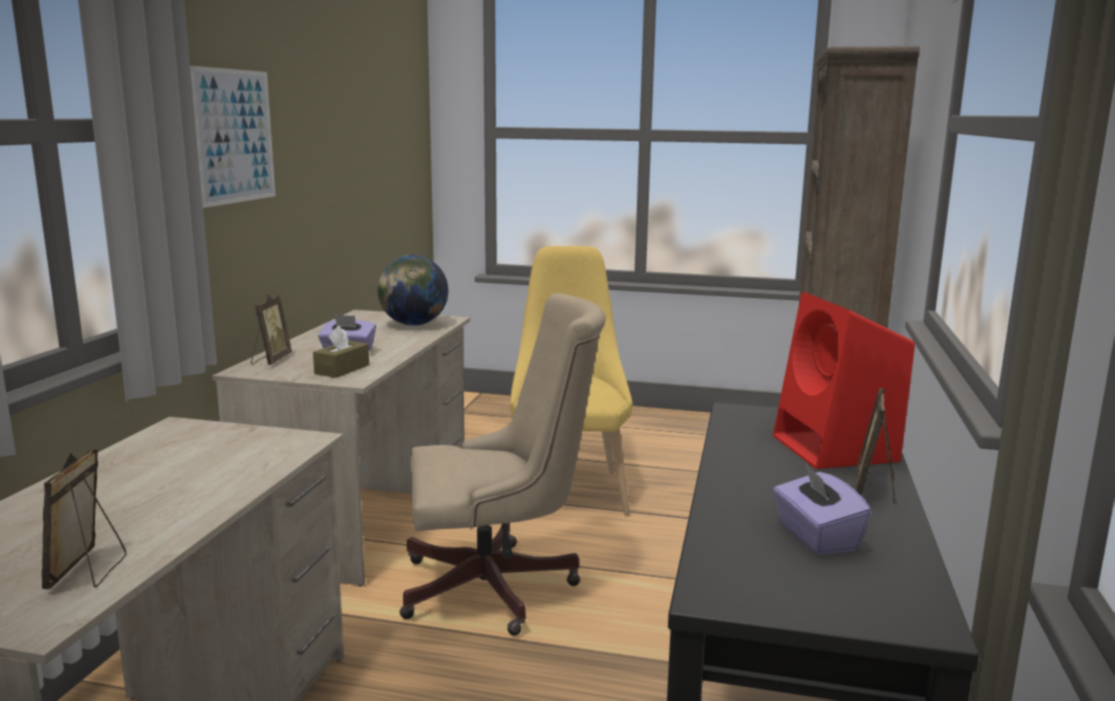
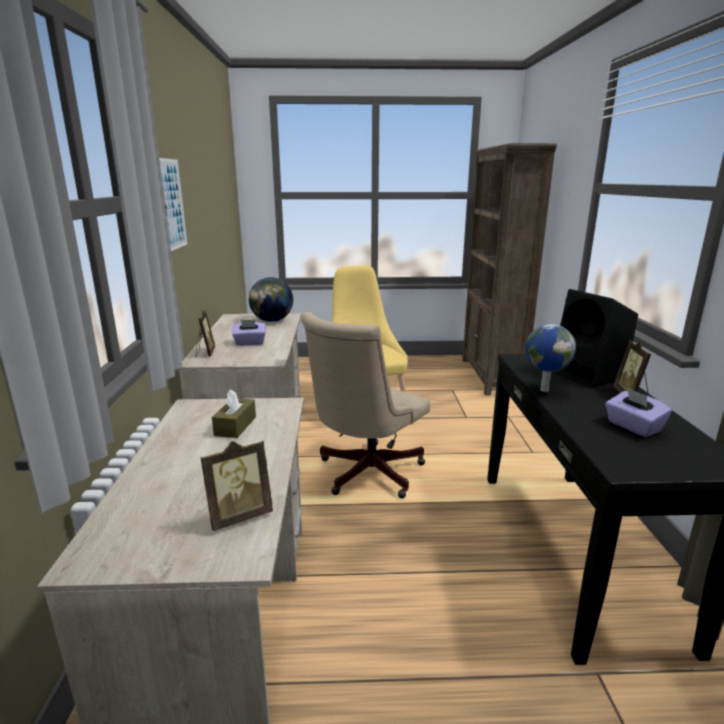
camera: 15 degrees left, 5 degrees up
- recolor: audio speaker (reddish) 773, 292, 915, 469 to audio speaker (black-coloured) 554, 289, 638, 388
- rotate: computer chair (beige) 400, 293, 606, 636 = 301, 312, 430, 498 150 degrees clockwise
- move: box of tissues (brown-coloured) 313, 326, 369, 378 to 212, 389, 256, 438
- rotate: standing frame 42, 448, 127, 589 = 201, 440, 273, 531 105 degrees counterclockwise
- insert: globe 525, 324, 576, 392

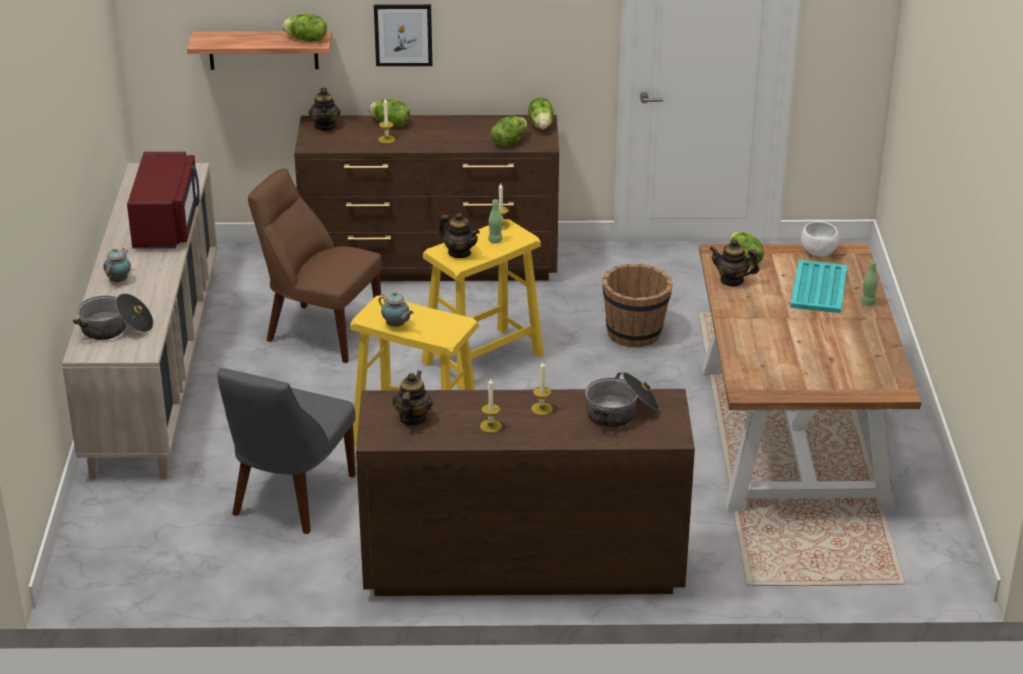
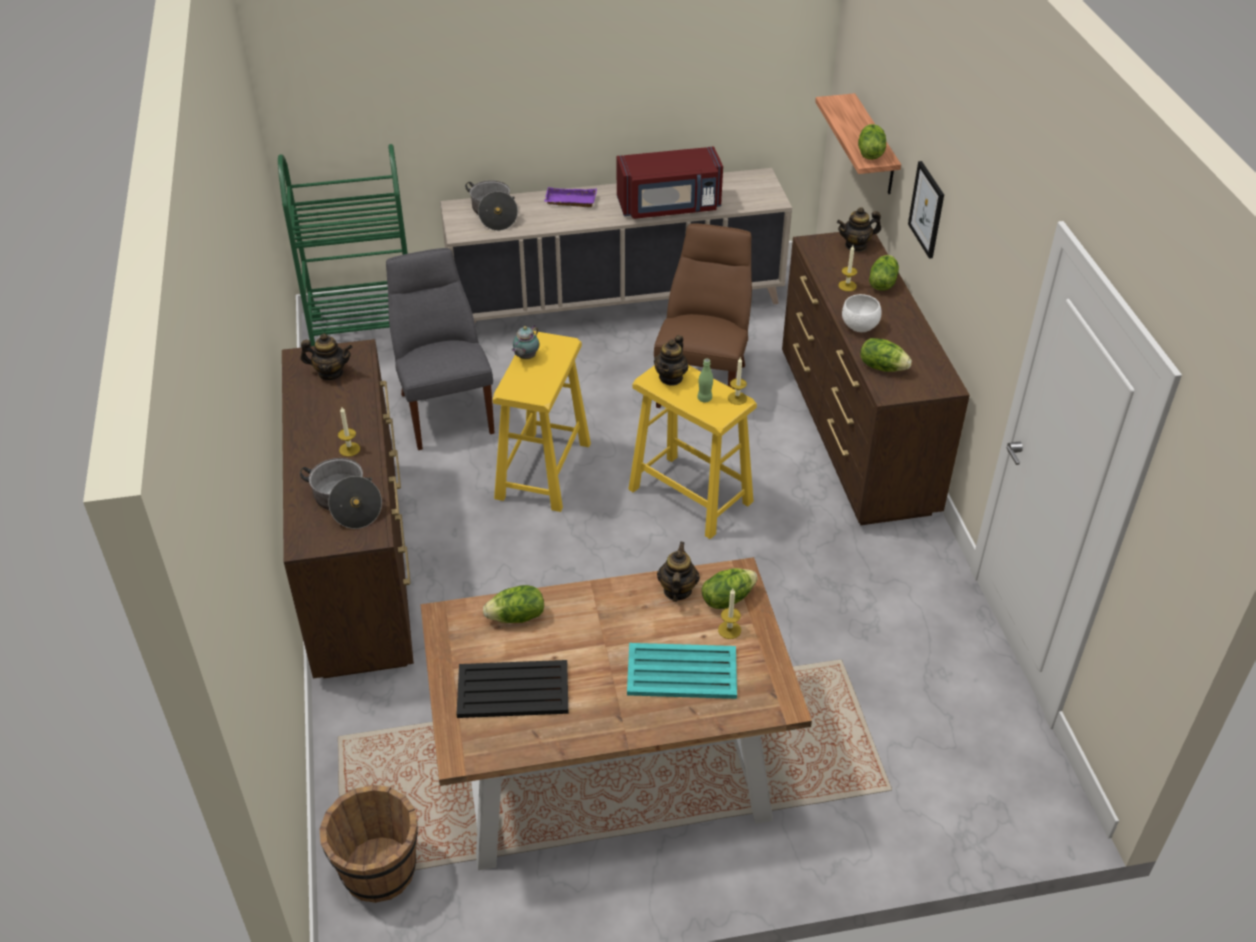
camera: 80 degrees right, 10 degrees up
- move: head of lettuce 528, 97, 554, 129 to 483, 585, 544, 623
- move: deep dish (white) 801, 221, 839, 256 to 842, 294, 882, 332
- replace: pot for tea 103, 248, 131, 283 to serving tray (purple-coloured) 544, 187, 597, 207
- delete: bottle (green-coloured) 861, 260, 878, 306
- move: water bucket (brown-coloured) 602, 264, 673, 347 to 320, 785, 418, 903
- rotate: chair (gray) 217, 368, 356, 534 = 386, 248, 495, 450 60 degrees clockwise
- move: wax candle 480, 378, 502, 433 to 718, 589, 741, 639
- insert: wheeled cart (green-coloured) 278, 144, 408, 346
- insert: serving tray (black-coloured) 457, 660, 568, 718

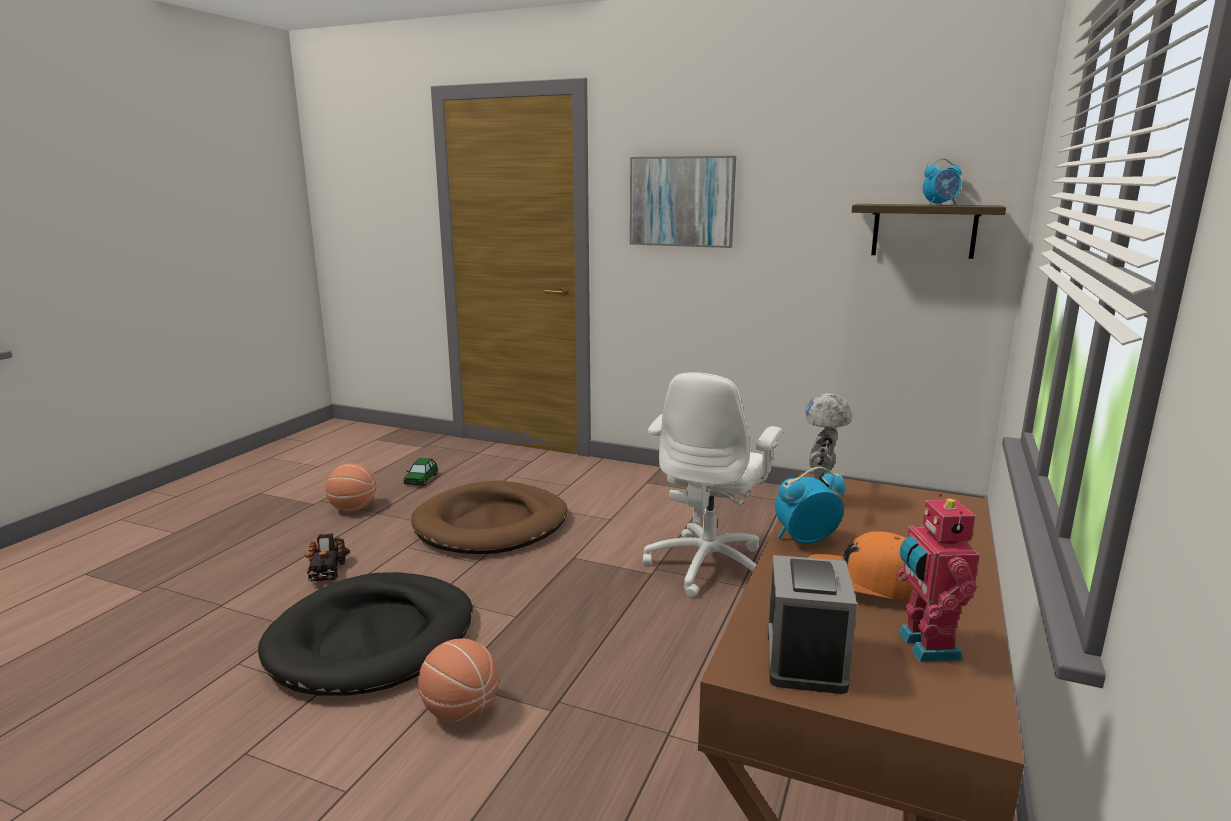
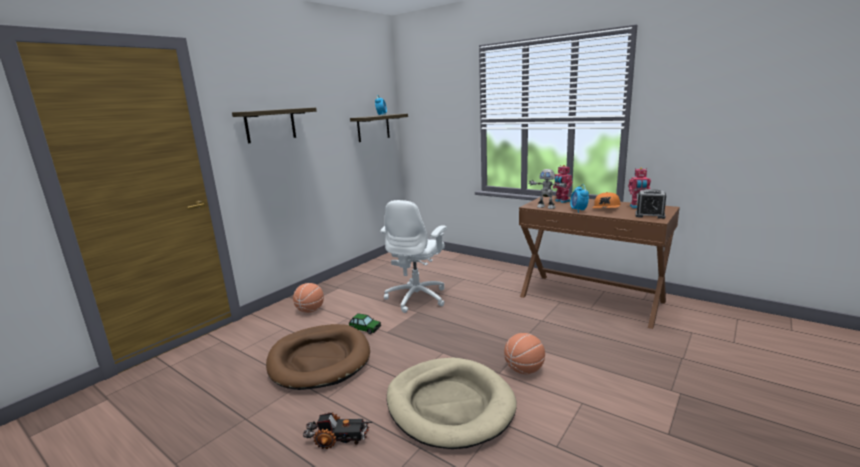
camera: 75 degrees left, 0 degrees up
- replace: wall picture 630, 156, 736, 248 to wall shelf 232, 108, 317, 143
- rotate: computer chair (white) 643, 372, 783, 598 = 380, 200, 447, 313 75 degrees clockwise
- move: toy car 404, 458, 438, 486 to 349, 313, 381, 334
- move: ball for basketball 325, 463, 376, 512 to 293, 283, 324, 313
- recolor: dog bed (black-coloured) 258, 572, 473, 696 to dog bed (beige) 386, 358, 517, 449
- insert: toy robot 553, 165, 573, 203

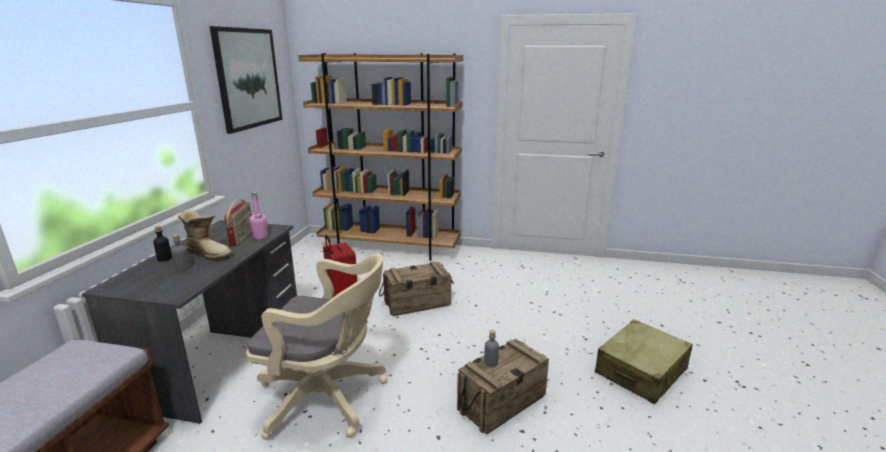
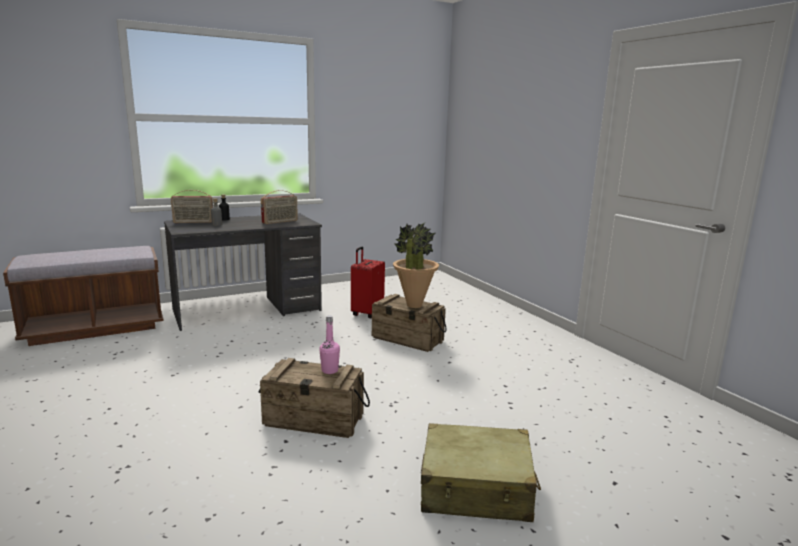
camera: 50 degrees right, 5 degrees down
- delete: wall picture 210, 26, 283, 134
- delete: shelving unit (brown-coloured) 298, 53, 463, 261
- move: bottle (pink) 249, 192, 268, 239 to 319, 315, 340, 374
- delete: high-top boot 178, 210, 232, 261
- delete: computer chair (beige) 246, 253, 387, 440
- delete: bottle (gray) 484, 330, 499, 367
- insert: radio receiver 171, 190, 213, 223
- insert: plant in a pot 393, 223, 439, 308

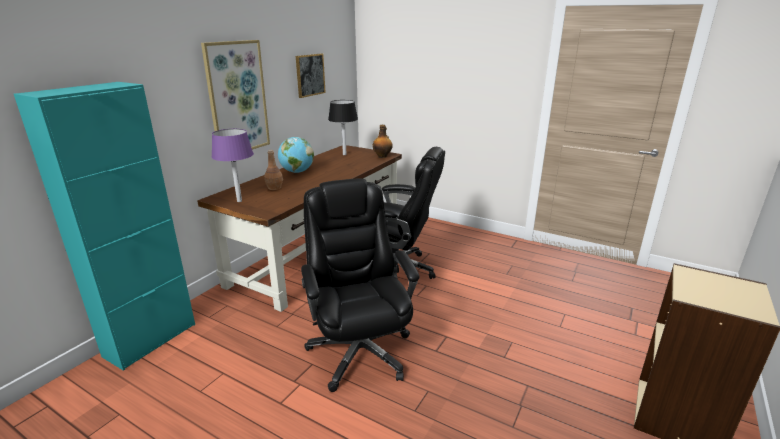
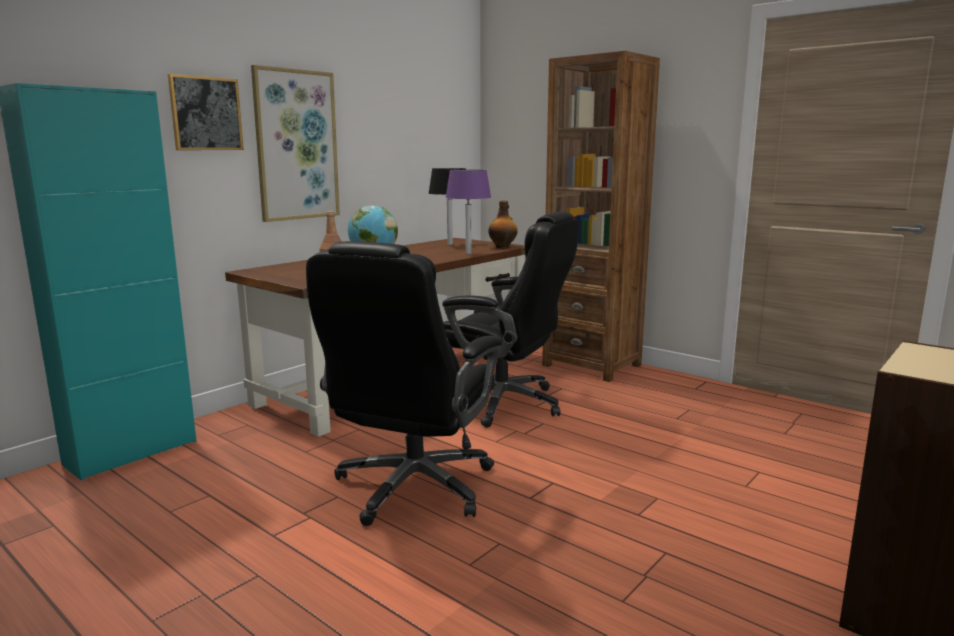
camera: 10 degrees right, 10 degrees down
- move: wall picture 296, 53, 326, 98 to 168, 74, 244, 150
- move: table lamp (purple-coloured) 212, 129, 254, 202 to 445, 170, 491, 254
- rotate: computer chair (black-coloured) 301, 179, 420, 392 = 306, 241, 502, 526 150 degrees counterclockwise
- insert: shelving unit (brown-coloured) 542, 51, 660, 382

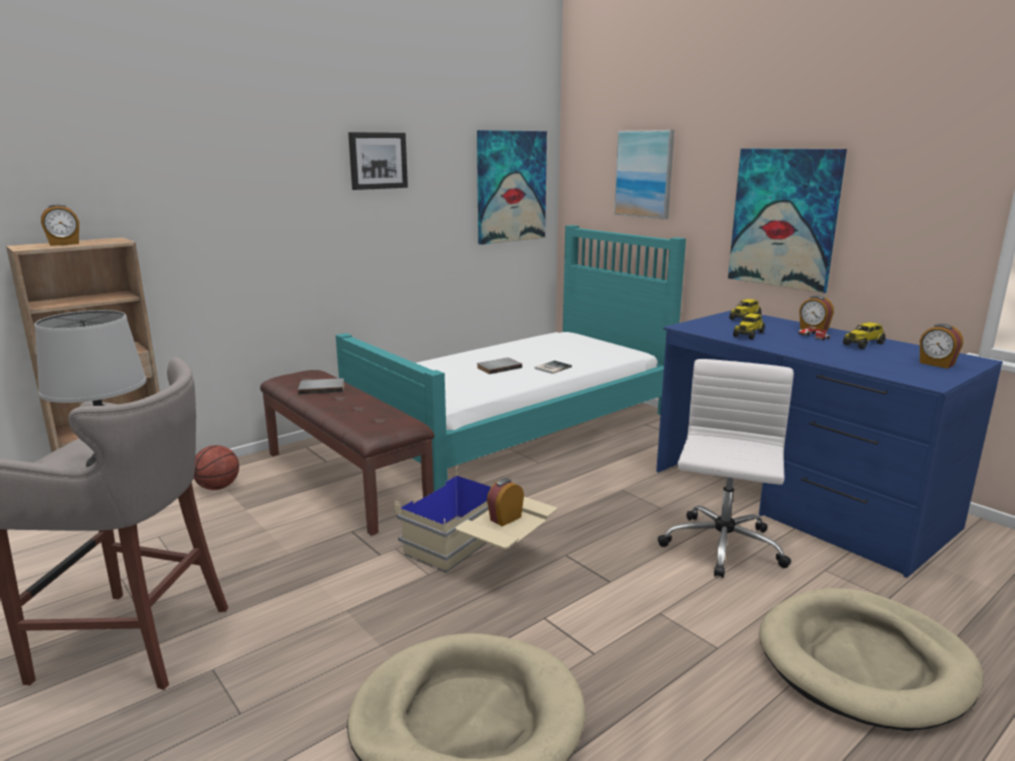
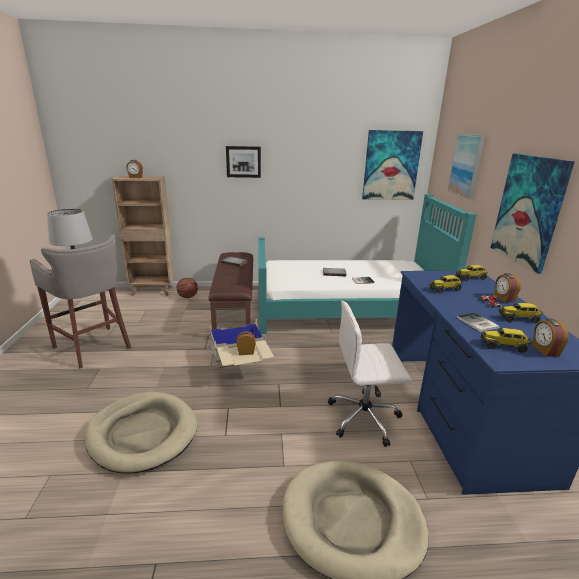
camera: 35 degrees right, 5 degrees up
- move: wall picture 348, 132, 408, 190 to 226, 146, 261, 178
- rotate: computer chair (white) 657, 359, 794, 578 = 328, 301, 411, 447 150 degrees counterclockwise
- insert: bound book 457, 313, 500, 332
- insert: toy lorry 480, 328, 533, 353

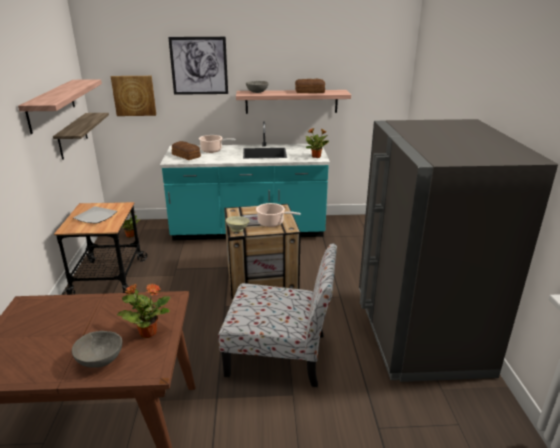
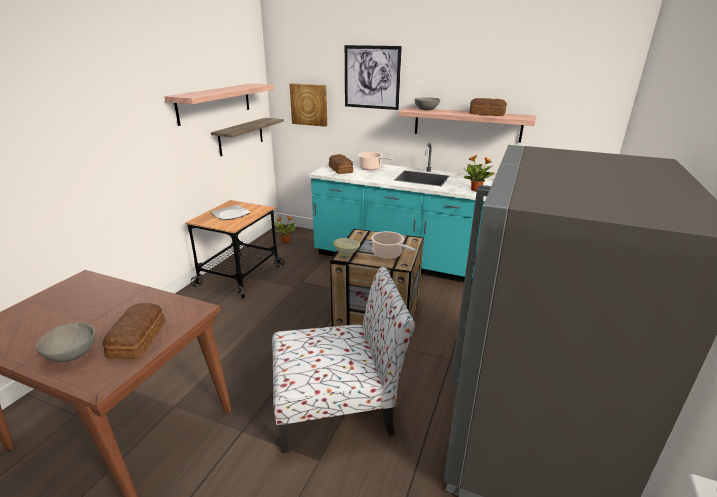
camera: 25 degrees right, 0 degrees up
- rotate: chair 218, 243, 337, 387 = 272, 267, 415, 453 45 degrees counterclockwise
- replace: plant in a pot 117, 283, 170, 338 to baked bread 103, 303, 165, 359

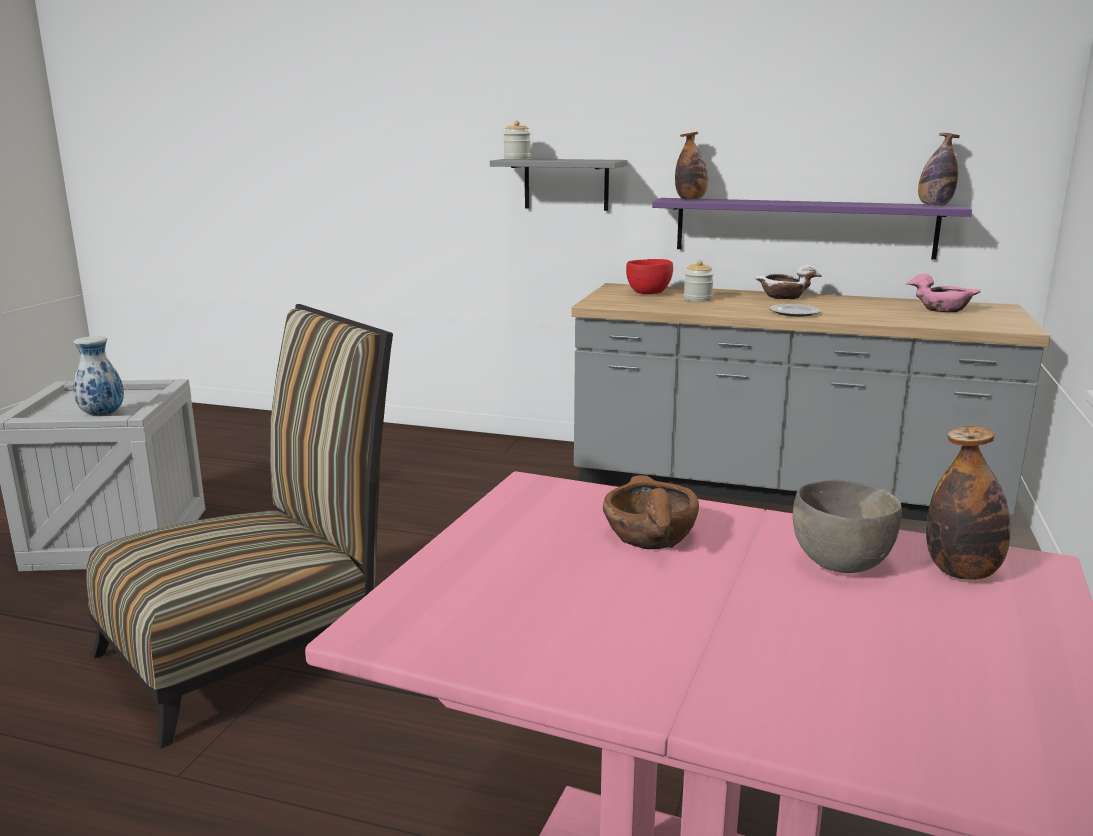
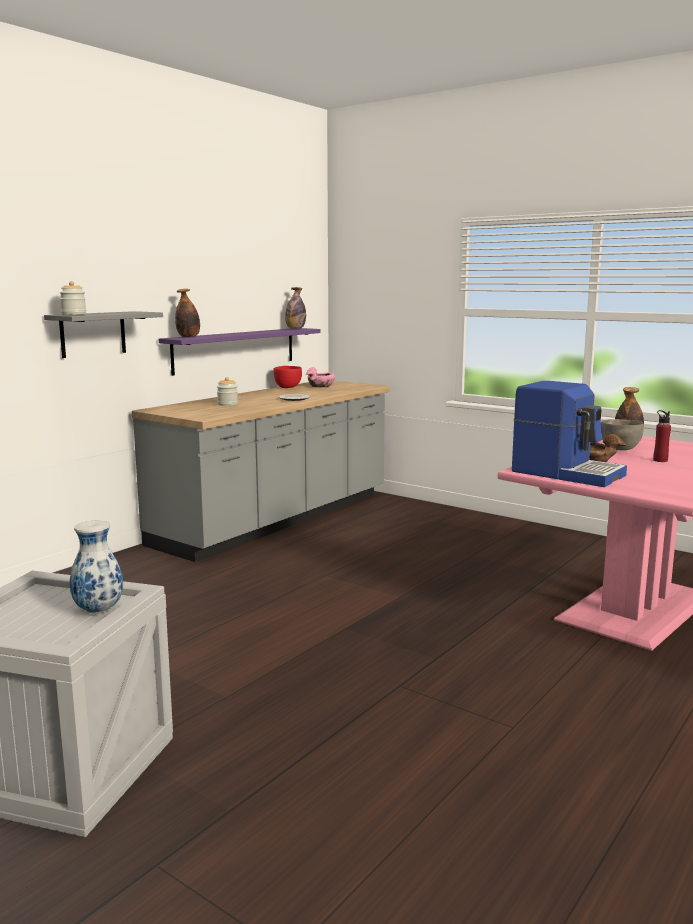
camera: 70 degrees left, 5 degrees down
- move: deep dish (reddish) 626, 259, 673, 294 to 273, 366, 302, 388
- delete: deep dish (white) 755, 264, 822, 299
- delete: chair 86, 304, 393, 749
- insert: coffee maker 512, 381, 627, 487
- insert: bottle (reddish) 653, 410, 671, 462

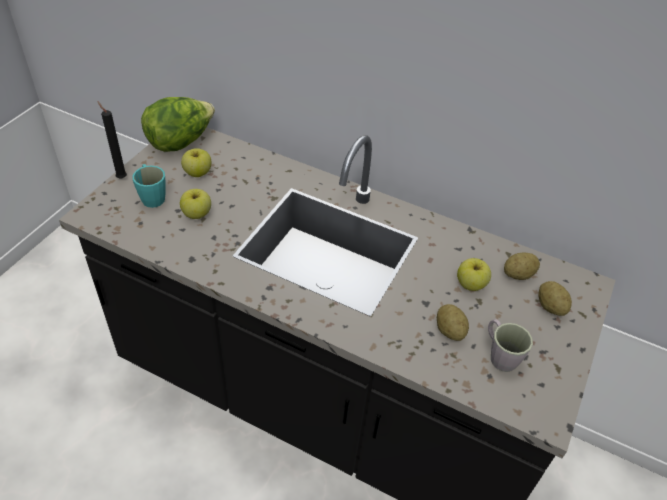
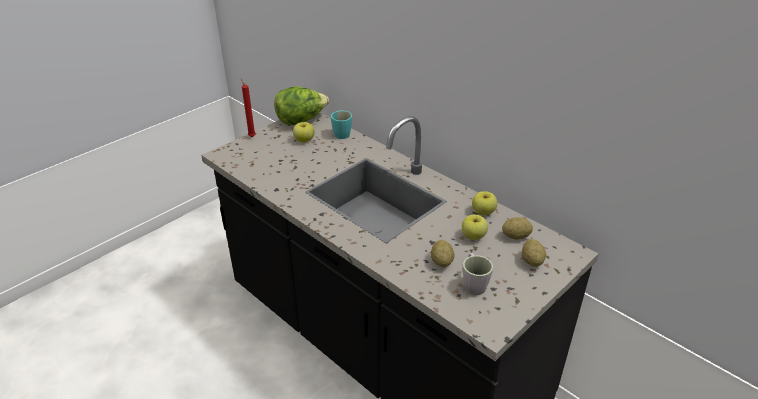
camera: 20 degrees right, 10 degrees down
- recolor: wax candle (black-coloured) 97, 101, 127, 179 to wax candle (reddish) 241, 78, 256, 137
- move: mug (turquoise) 132, 164, 166, 208 to 331, 110, 352, 139
- move: apple fruit 180, 189, 211, 219 to 472, 191, 497, 215

